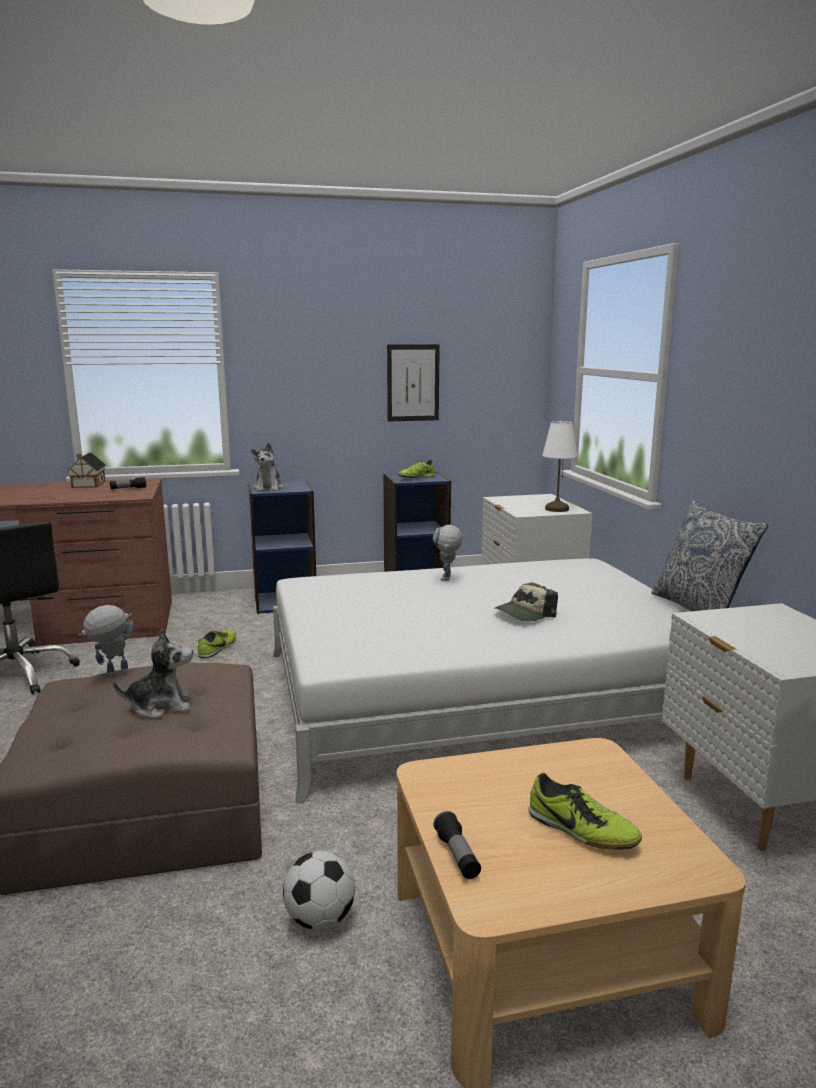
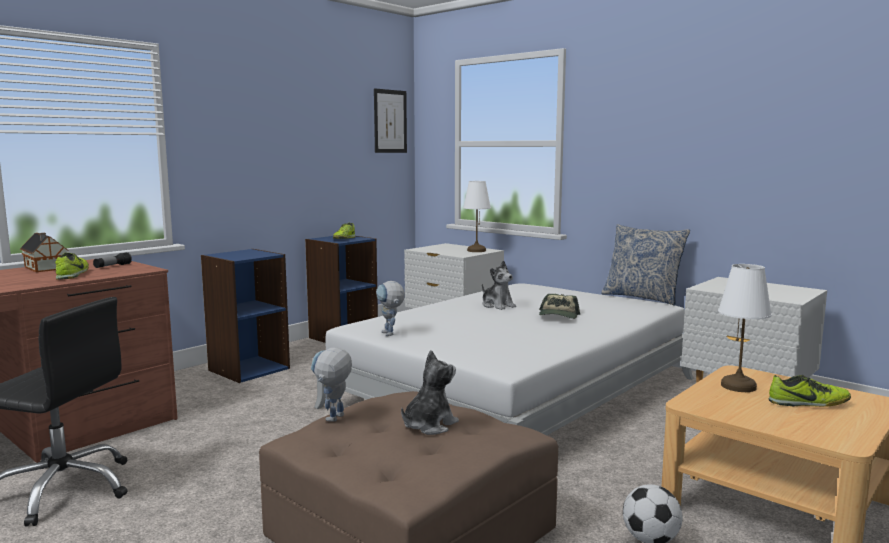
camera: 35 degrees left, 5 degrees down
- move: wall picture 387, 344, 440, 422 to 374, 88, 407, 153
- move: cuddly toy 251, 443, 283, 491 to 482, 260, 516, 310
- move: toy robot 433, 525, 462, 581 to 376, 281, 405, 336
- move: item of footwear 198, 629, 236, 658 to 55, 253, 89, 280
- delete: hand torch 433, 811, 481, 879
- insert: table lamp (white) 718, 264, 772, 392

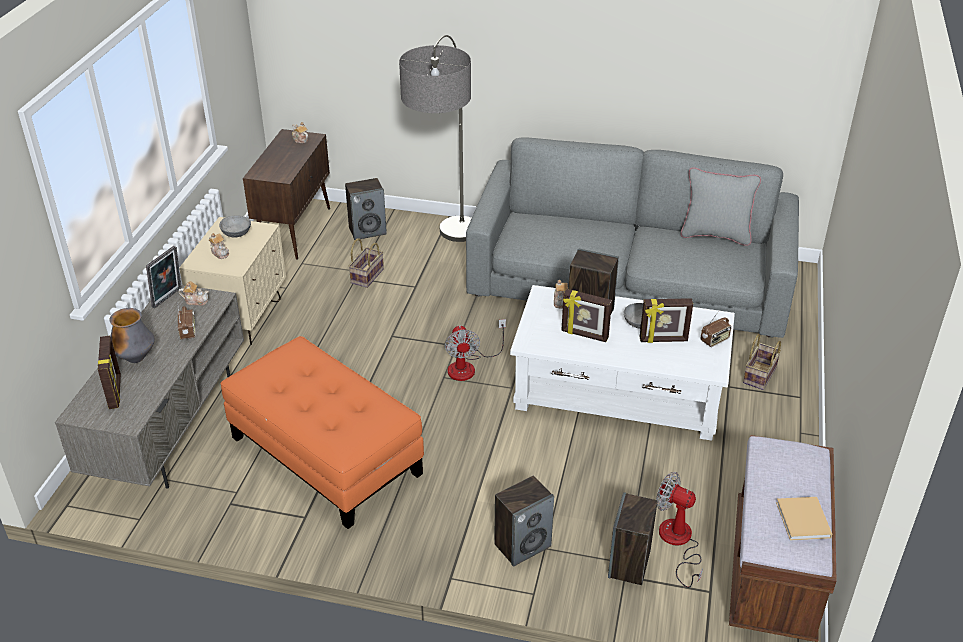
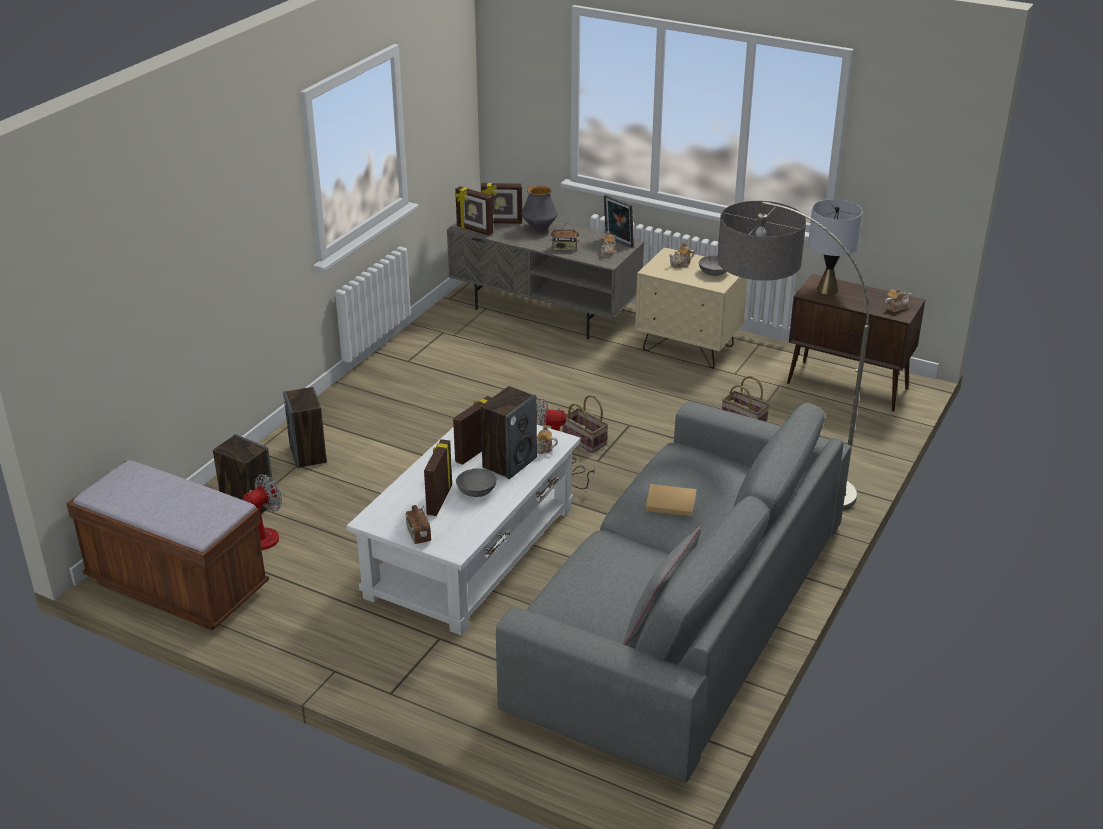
camera: 105 degrees right, 5 degrees down
- delete: audio speaker 345, 178, 387, 240
- move: household basket 743, 334, 781, 390 to 563, 395, 609, 453
- delete: pouffe (orangey) 221, 336, 424, 529
- move: bound book (beige) 776, 497, 832, 540 to 645, 484, 696, 516
- insert: standing frame 455, 187, 493, 236
- insert: table lamp (gray) 808, 199, 862, 295

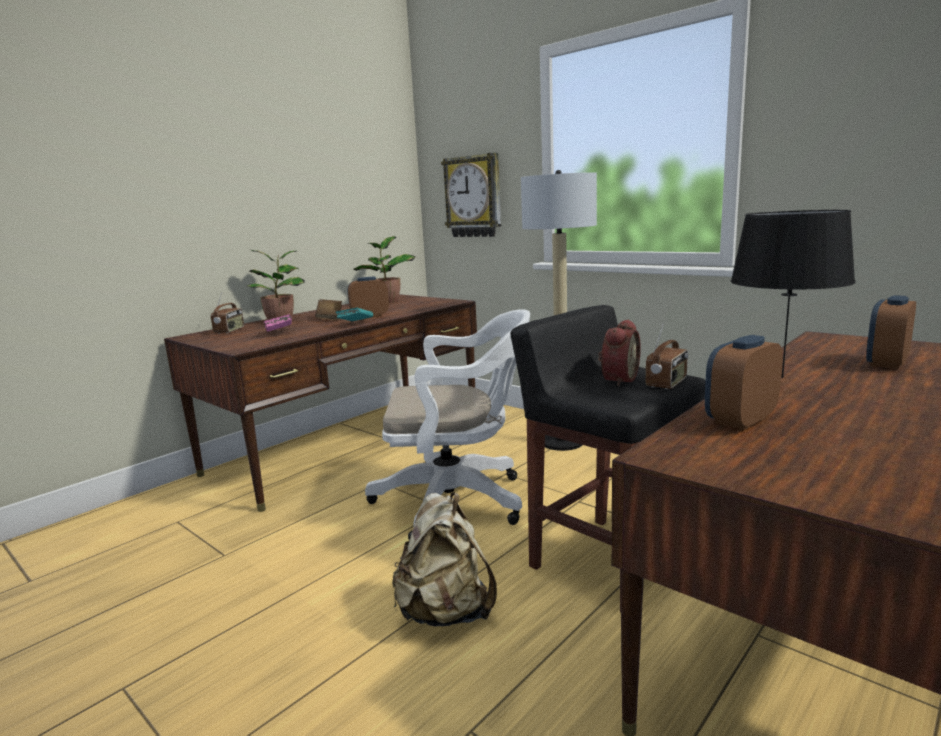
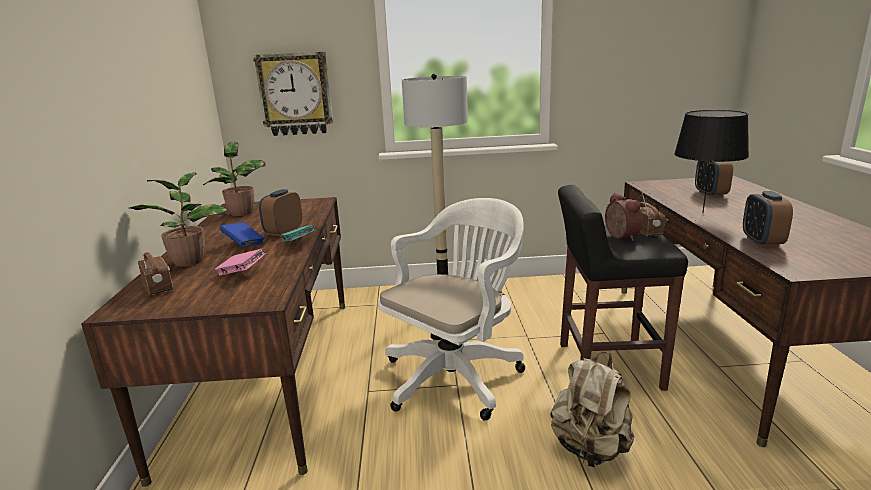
camera: 45 degrees left, 5 degrees up
- recolor: bound book (brown-coloured) 315, 299, 342, 320 to bound book (blue) 220, 222, 264, 247

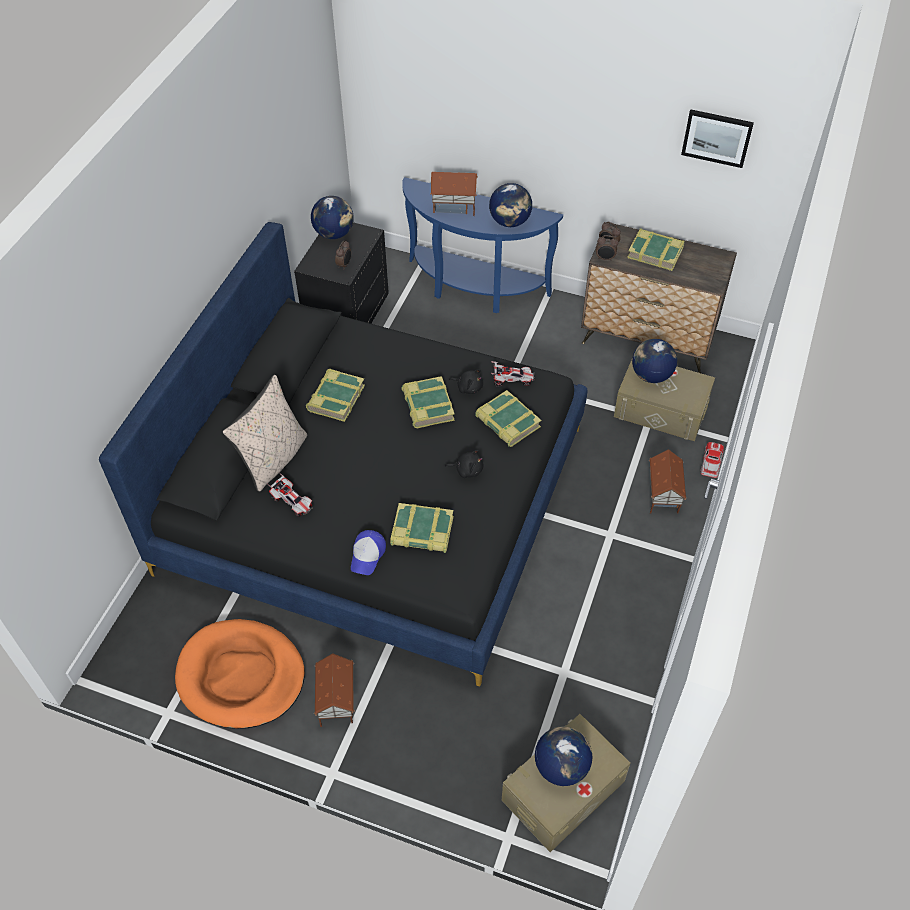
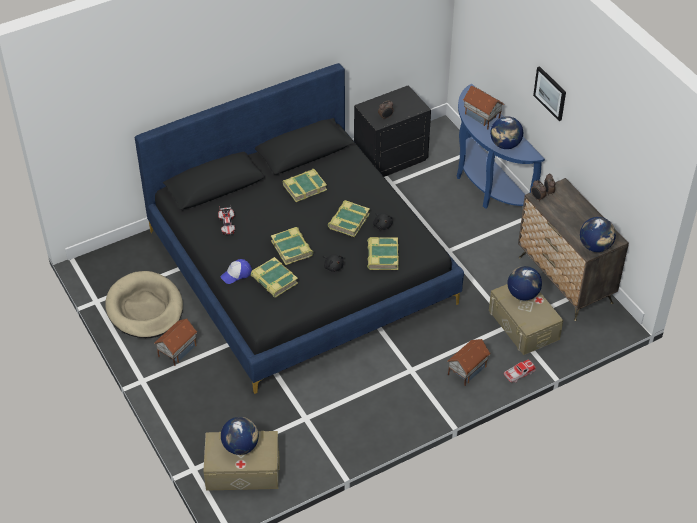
camera: 40 degrees right, 5 degrees down
- move: wall picture 681, 110, 754, 168 to 533, 66, 566, 121
- move: globe 311, 196, 354, 239 to 580, 217, 616, 252
- move: bound book 627, 228, 685, 271 to 271, 227, 313, 265
- delete: toy car 491, 361, 534, 386
- delete: throw pillow (beige) 223, 375, 307, 492
- recolor: dog bed (orangey) 175, 619, 305, 729 to dog bed (beige) 105, 271, 183, 338

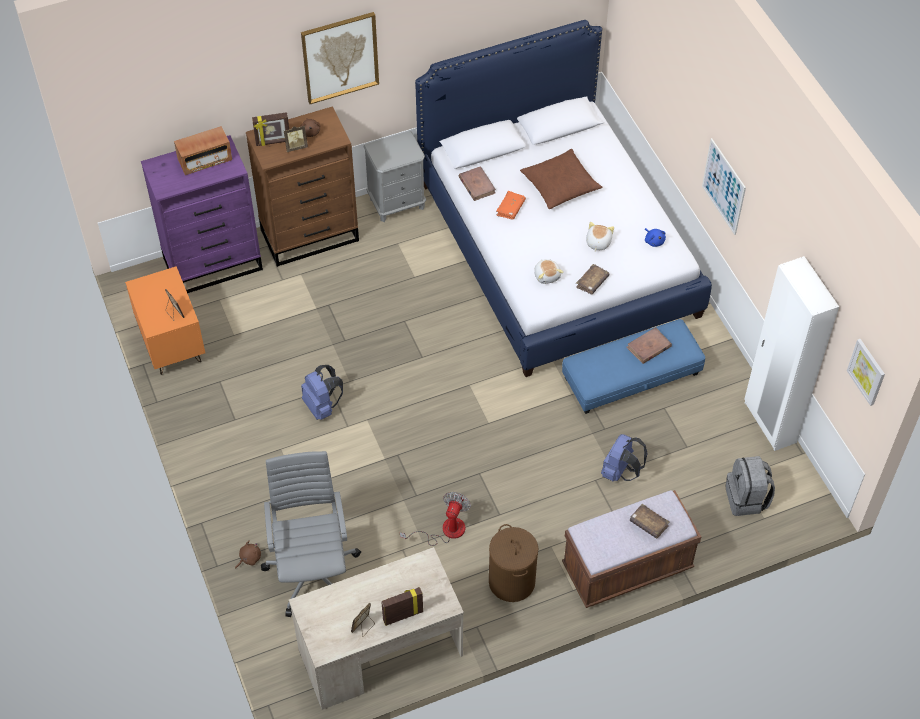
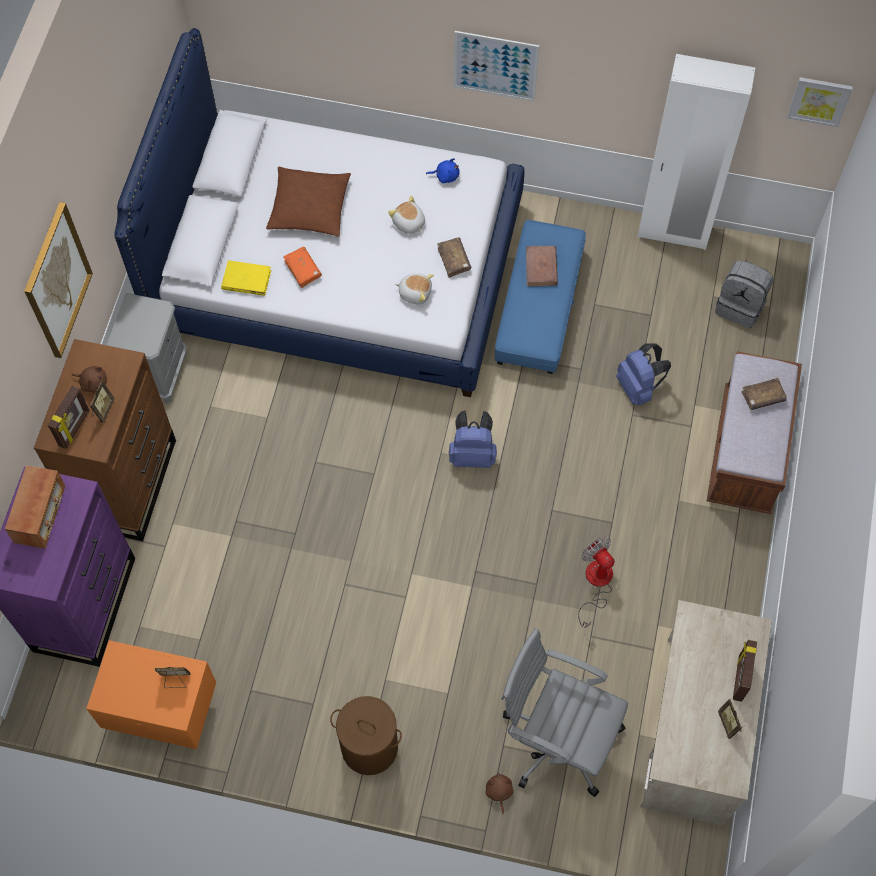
camera: 55 degrees left, 10 degrees up
- recolor: bound book (brown-coloured) 459, 166, 496, 201 to bound book (yellow-coloured) 221, 260, 271, 296
- move: backpack (blue) 301, 365, 343, 420 to 449, 410, 497, 468
- move: laundry basket (brown-coloured) 489, 524, 538, 602 to 330, 696, 402, 775

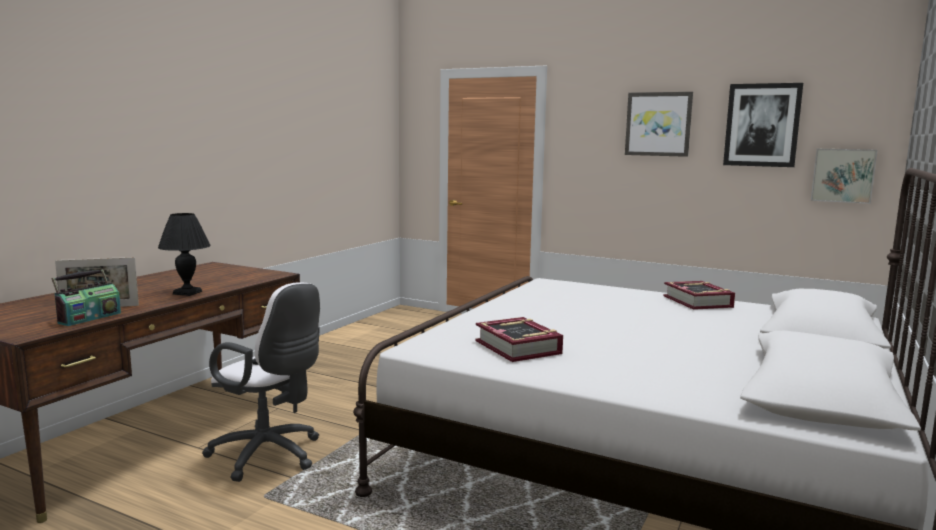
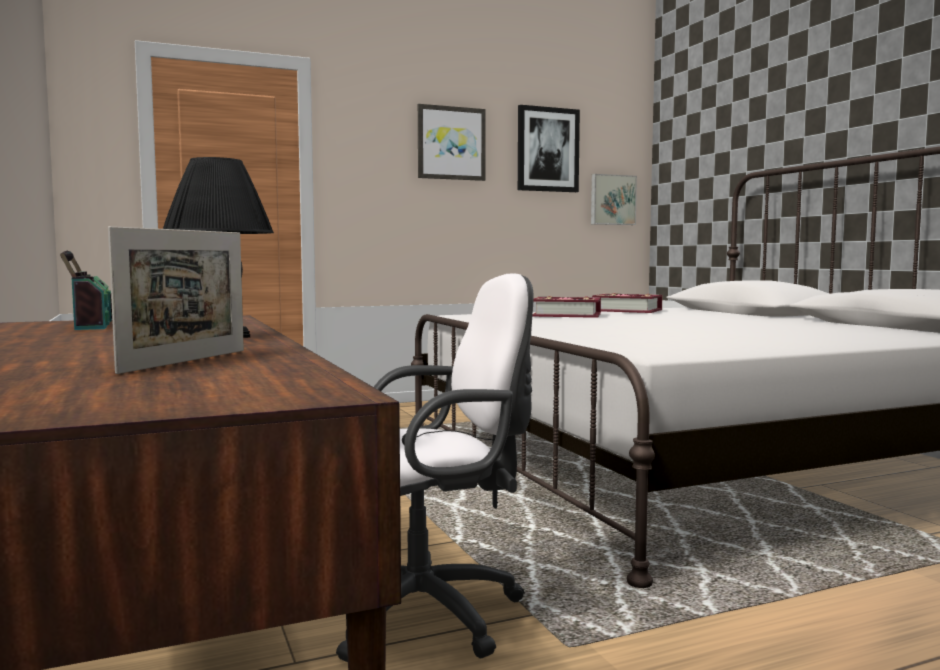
camera: 50 degrees left, 5 degrees down
- move: radio receiver 52, 269, 121, 326 to 60, 251, 112, 330
- move: bound book 475, 317, 563, 362 to 532, 296, 601, 318

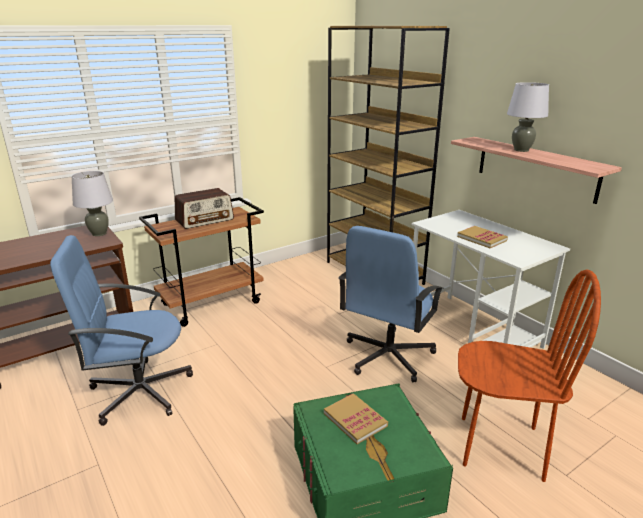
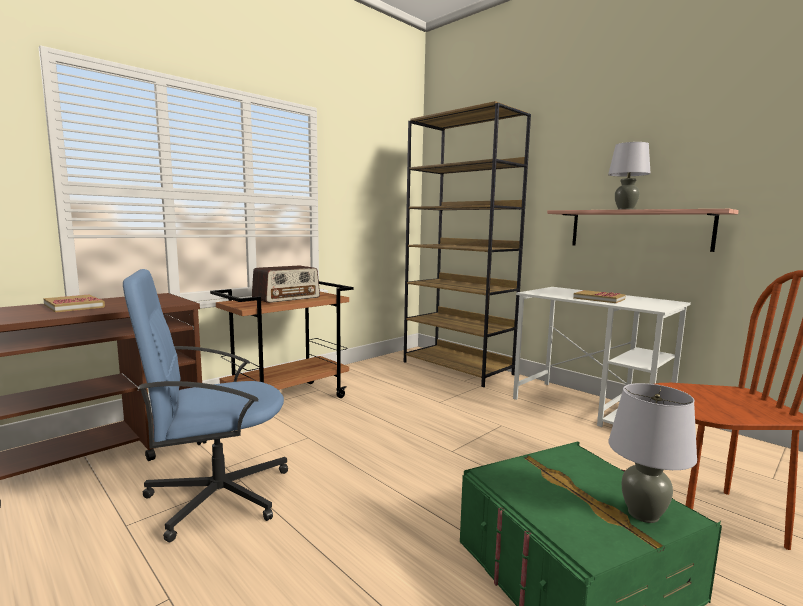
camera: 10 degrees left, 15 degrees down
- move: table lamp (gray) 71, 171, 113, 236 to 609, 383, 697, 523
- delete: computer chair (blue) 338, 226, 443, 382
- move: bound book 324, 393, 388, 444 to 43, 295, 105, 313

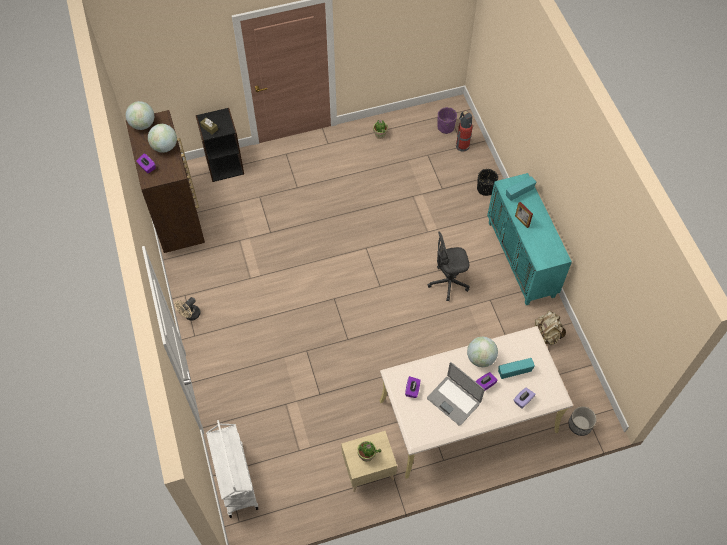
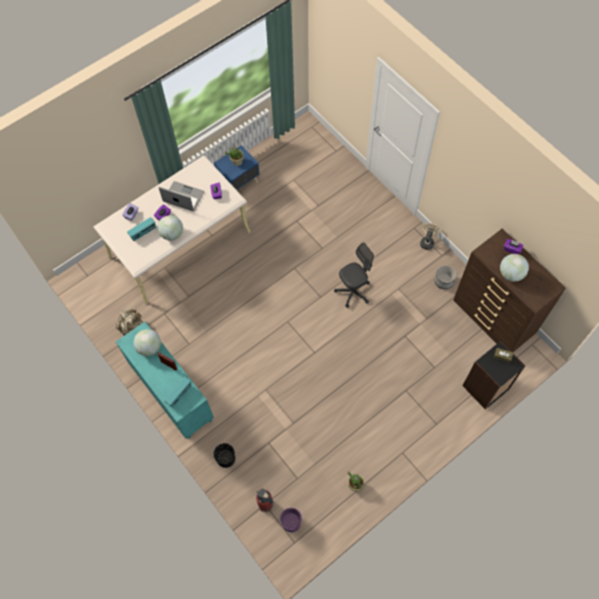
camera: 160 degrees right, 5 degrees up
- move: globe 125, 101, 155, 130 to 133, 329, 161, 356
- move: computer chair (gray) 428, 232, 470, 301 to 334, 242, 374, 308
- move: flower pot 568, 406, 597, 436 to 434, 265, 457, 289
- delete: wheeled cart (white) 206, 420, 258, 518
- recolor: night table (beige) 341, 431, 397, 492 to night table (blue) 214, 145, 260, 190

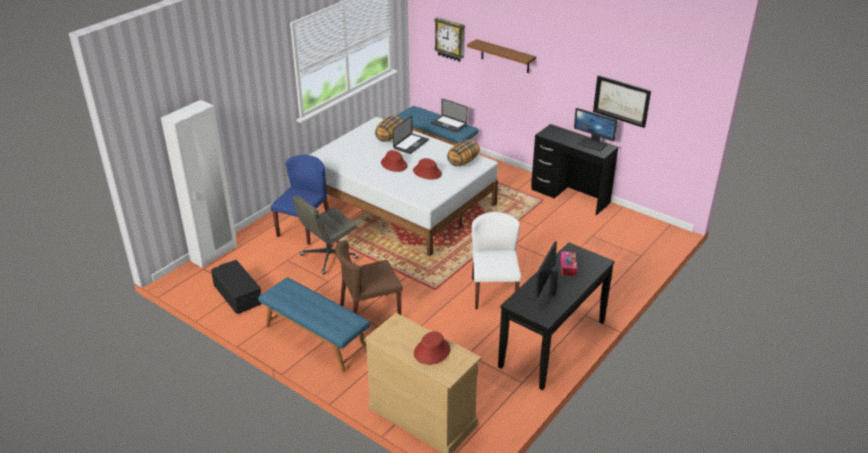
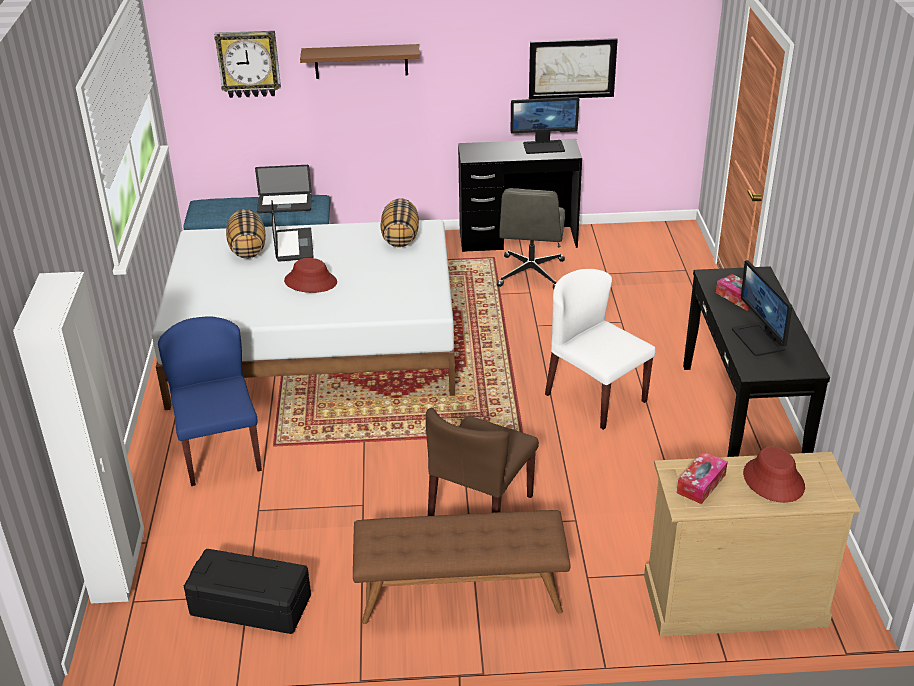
camera: 40 degrees left, 0 degrees up
- delete: hat (reddish) 413, 158, 442, 180
- move: computer chair (gray) 293, 195, 358, 274 to 497, 188, 565, 289
- recolor: long seat (blue) 258, 277, 370, 373 to long seat (brown-coloured) 353, 510, 571, 624
- insert: box of tissues 677, 452, 728, 504

